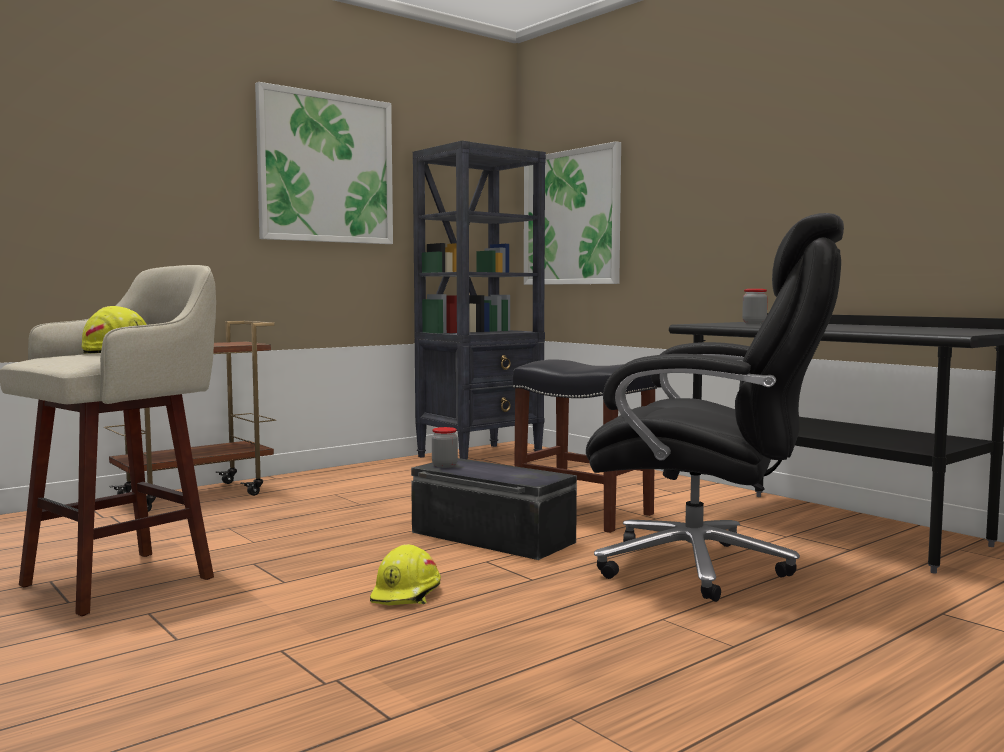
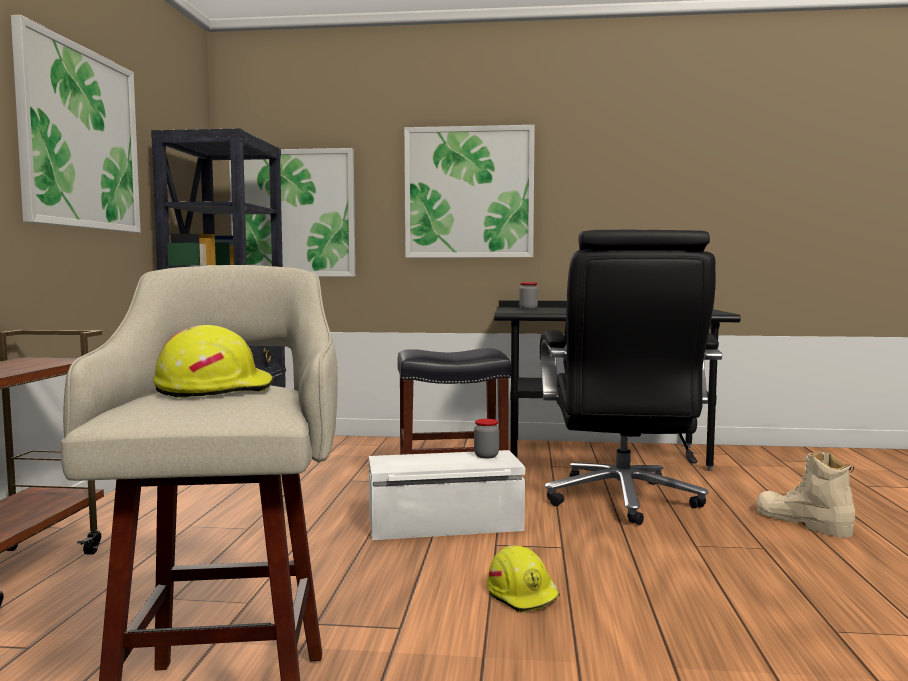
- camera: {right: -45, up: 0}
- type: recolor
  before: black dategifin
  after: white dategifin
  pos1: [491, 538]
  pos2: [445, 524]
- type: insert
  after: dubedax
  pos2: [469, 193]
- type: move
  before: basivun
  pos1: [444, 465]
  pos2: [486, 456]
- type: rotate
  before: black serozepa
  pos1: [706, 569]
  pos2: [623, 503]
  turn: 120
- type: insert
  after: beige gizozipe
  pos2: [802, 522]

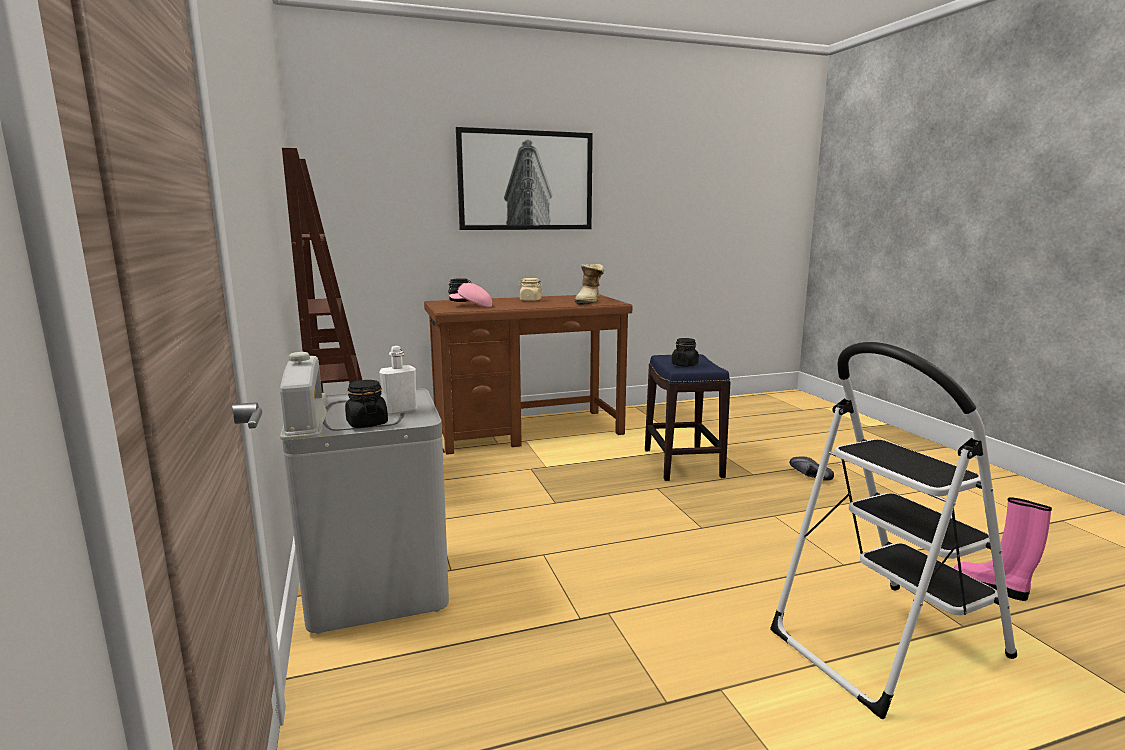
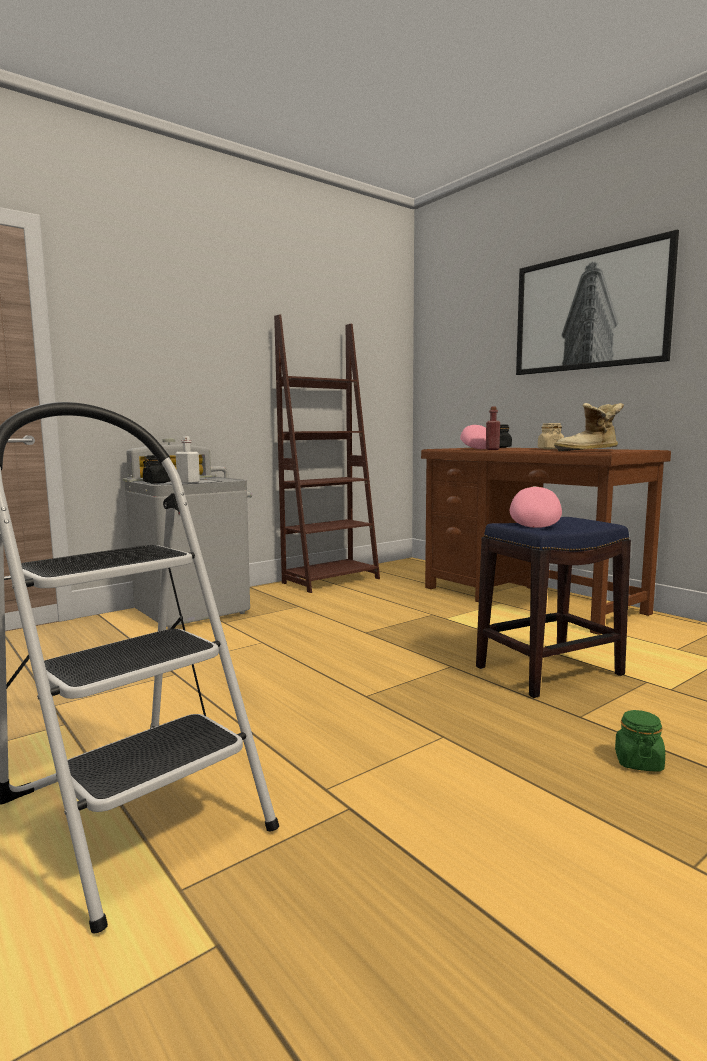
- camera: {right: 70, up: -5}
- type: insert
  after: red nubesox
  pos2: [492, 449]
- type: replace
  before: black basivun
  after: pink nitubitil
  pos1: [684, 365]
  pos2: [533, 523]
- type: replace
  before: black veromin
  after: green basivun
  pos1: [809, 477]
  pos2: [638, 762]
- type: delete
  before: pink gizozipe
  pos1: [992, 587]

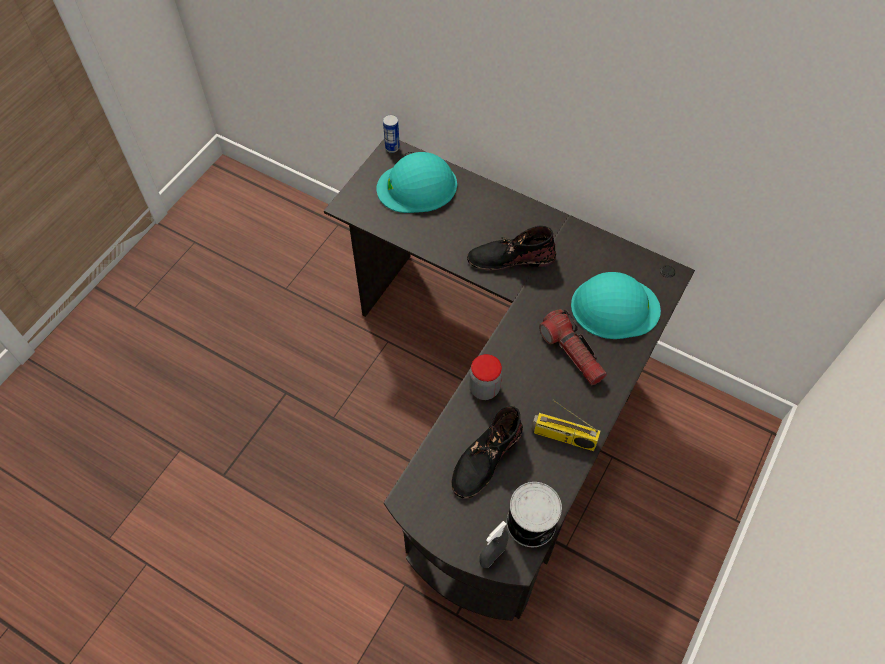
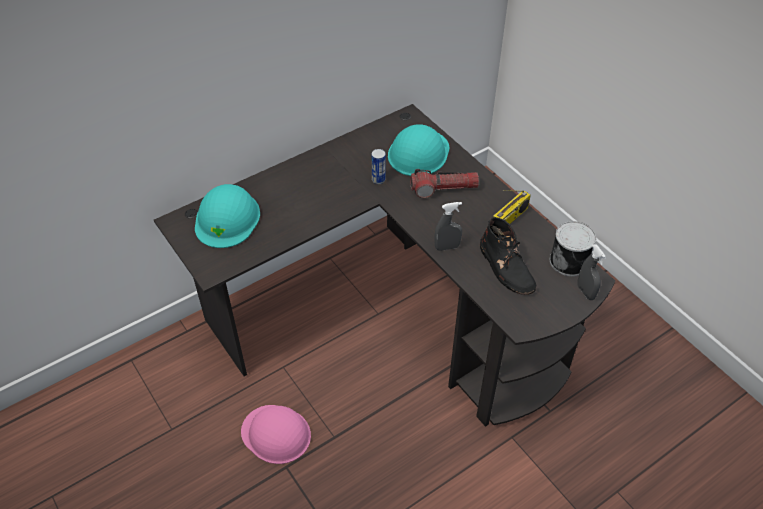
- camera: {right: -65, up: -10}
- type: insert
  after: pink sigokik
  pos2: [276, 434]
- type: move
  before: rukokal
  pos1: [392, 147]
  pos2: [378, 180]
- type: replace
  before: basivun
  after: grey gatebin
  pos1: [484, 388]
  pos2: [447, 247]
- type: delete
  before: black gizozipe
  pos1: [510, 258]

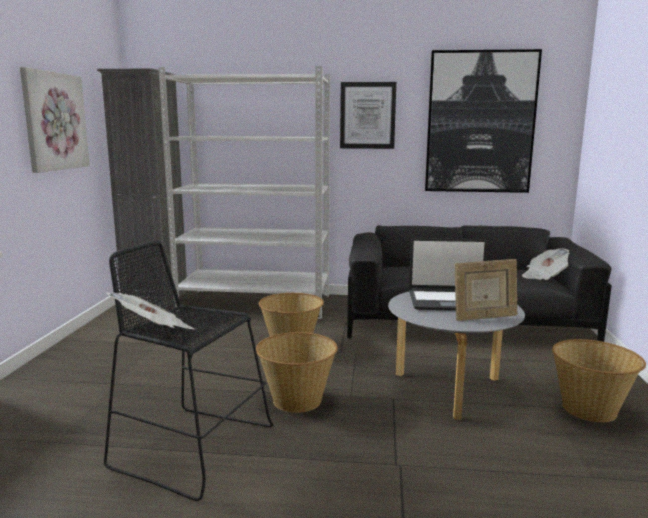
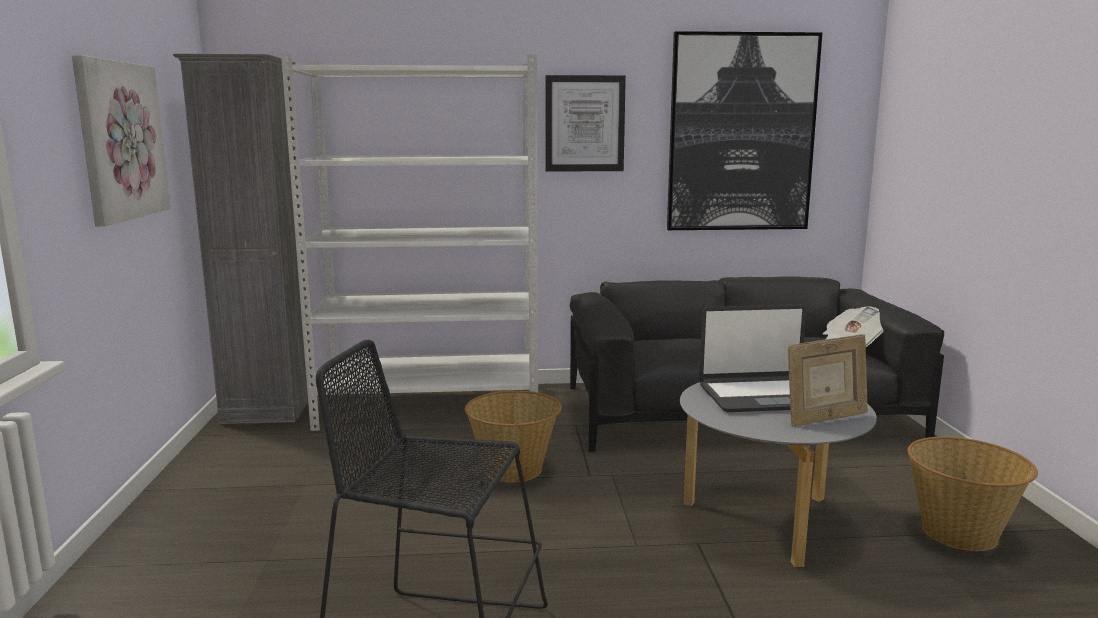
- camera: {right: -10, up: 0}
- type: delete
  before: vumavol
  pos1: [153, 331]
- type: delete
  before: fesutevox
  pos1: [297, 400]

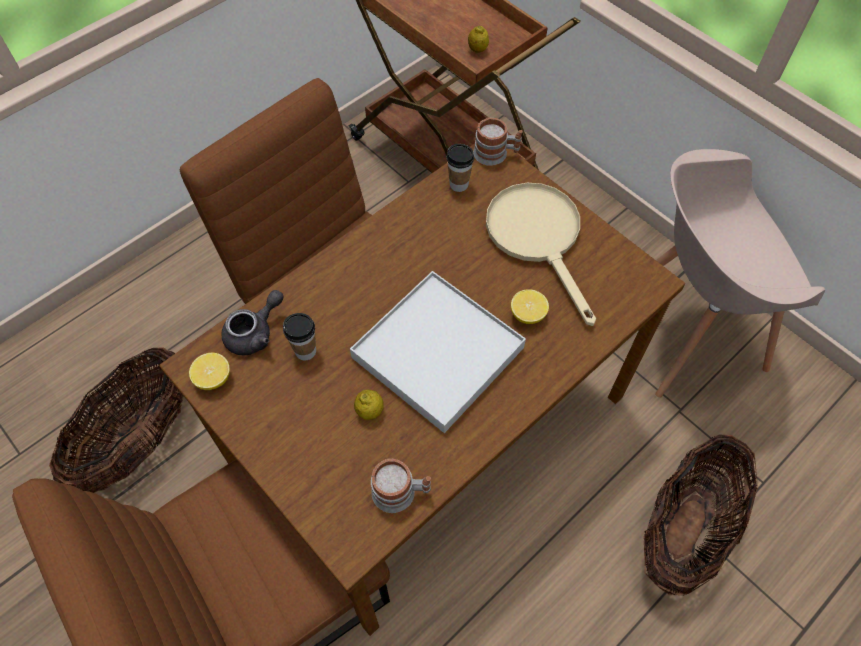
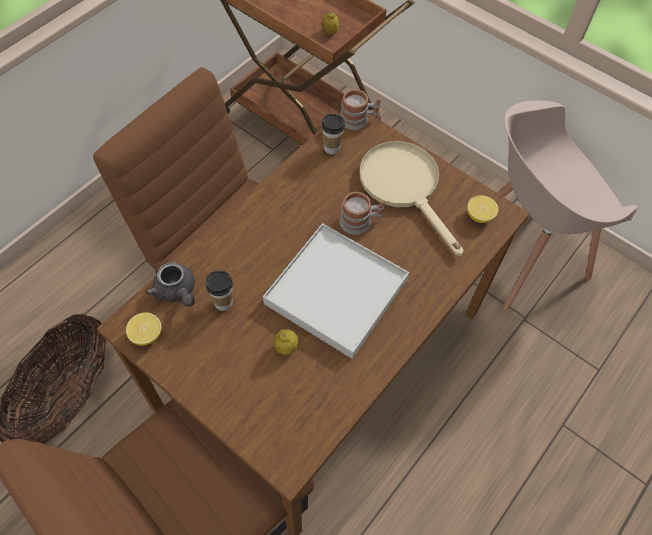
- camera: {right: -10, up: 0}
- type: rotate
  before: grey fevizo
  pos1: [255, 333]
  pos2: [177, 292]
  turn: 105
- type: move
  before: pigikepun
  pos1: [401, 492]
  pos2: [360, 221]
- type: move
  before: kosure
  pos1: [527, 314]
  pos2: [479, 216]
- type: delete
  before: fesutevox
  pos1: [684, 528]

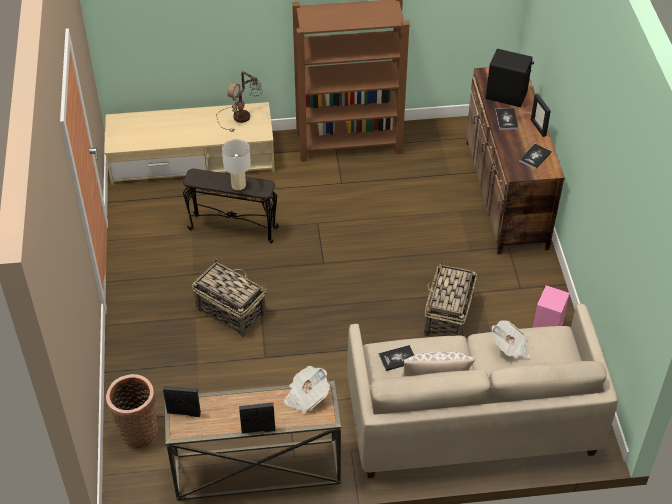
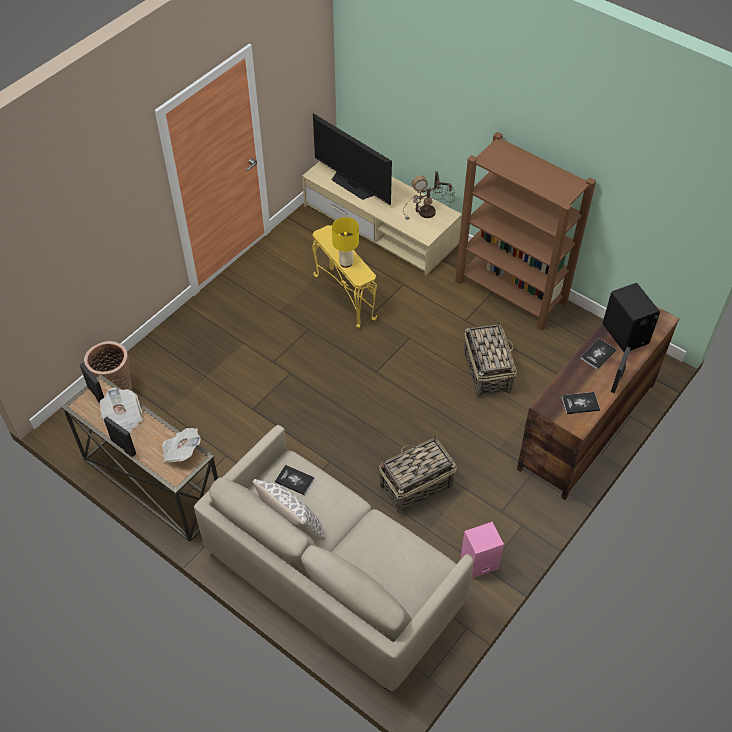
- camera: {right: 45, up: 5}
- type: move
  before: vumavol
  pos1: [510, 347]
  pos2: [123, 418]
- type: recolor
  before: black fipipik
  after: yellow fipipik
  pos1: [233, 229]
  pos2: [344, 298]
- type: insert
  after: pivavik
  pos2: [353, 185]
- type: recolor
  before: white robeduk
  after: yellow robeduk
  pos1: [238, 187]
  pos2: [345, 262]
- type: move
  before: fesutevox
  pos1: [230, 311]
  pos2: [486, 371]

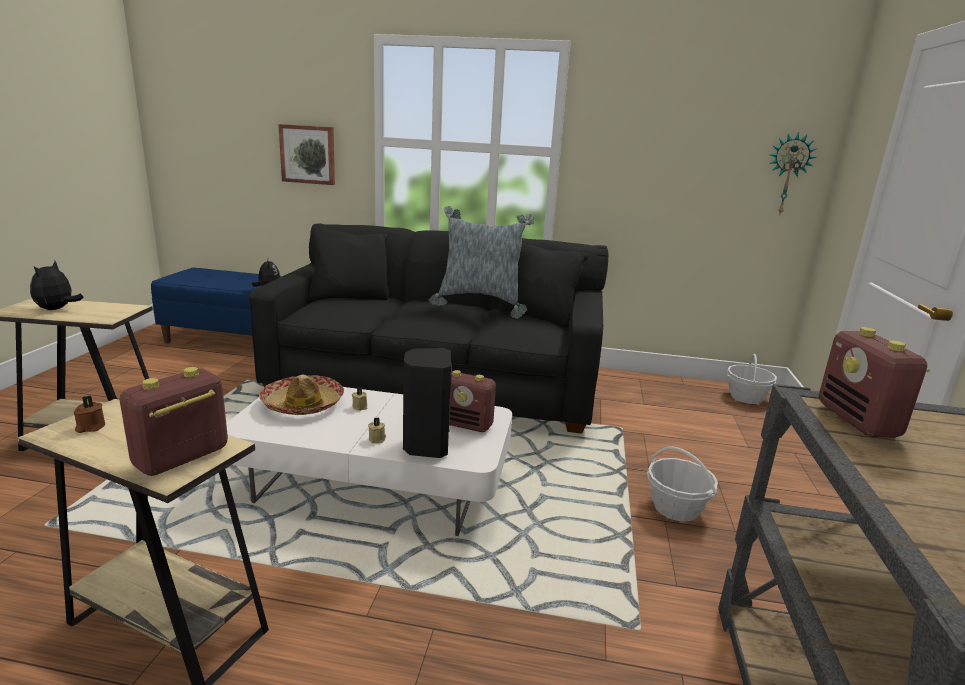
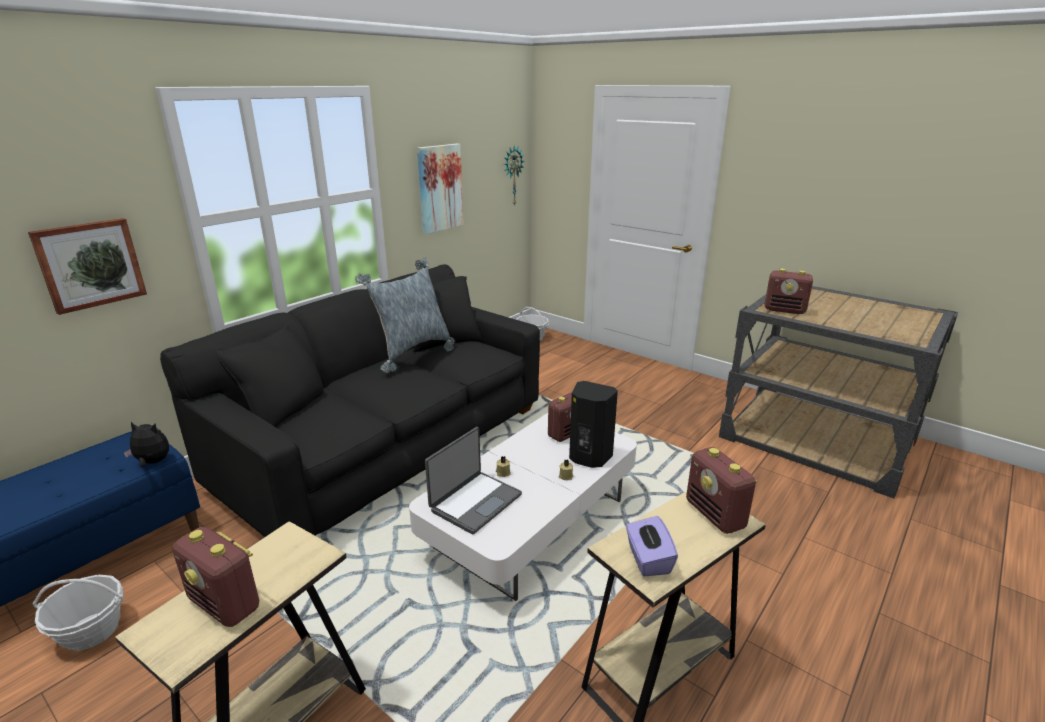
- camera: {right: -60, up: 5}
- type: move
  before: fesutevox
  pos1: [676, 508]
  pos2: [91, 631]
- type: replace
  before: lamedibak
  after: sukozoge
  pos1: [57, 309]
  pos2: [225, 604]
- type: insert
  after: dubedax
  pos2: [439, 188]
- type: replace
  before: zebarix
  after: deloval
  pos1: [303, 404]
  pos2: [475, 502]
- type: replace
  before: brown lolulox
  after: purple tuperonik
  pos1: [90, 427]
  pos2: [648, 559]

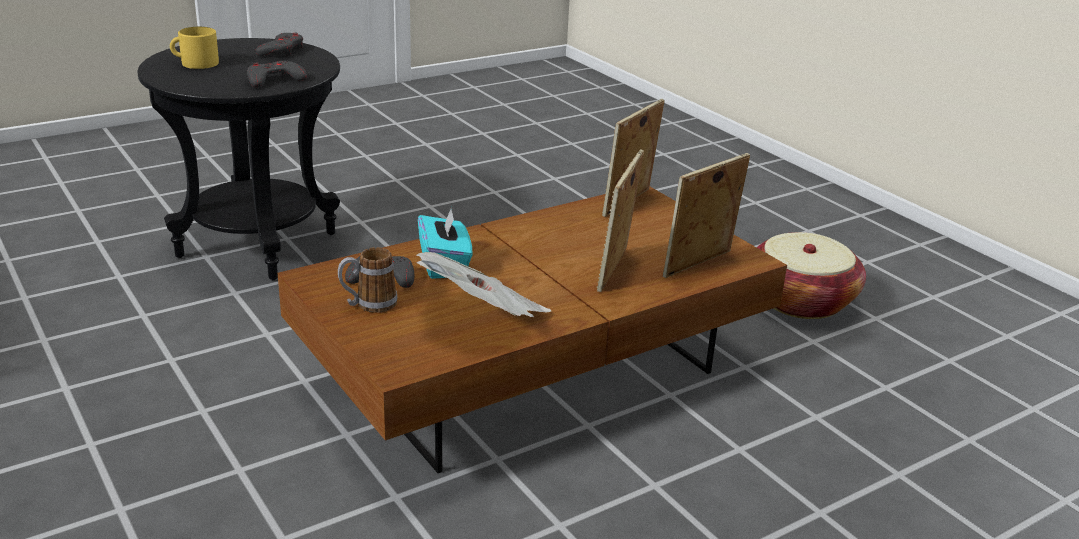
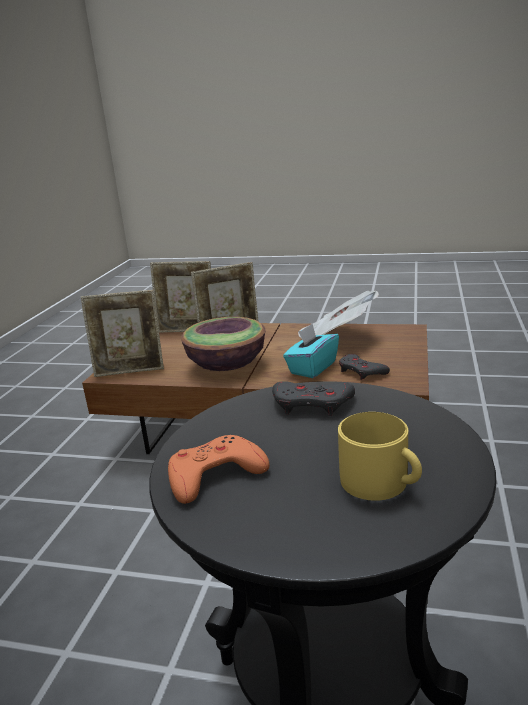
- camera: {right: -130, up: -5}
- type: recolor
  before: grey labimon
  after: orange labimon
  pos1: [282, 50]
  pos2: [215, 475]
- type: insert
  after: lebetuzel
  pos2: [227, 365]
- type: delete
  before: pigikepun
  pos1: [368, 305]
- type: delete
  before: fesutevox
  pos1: [800, 301]

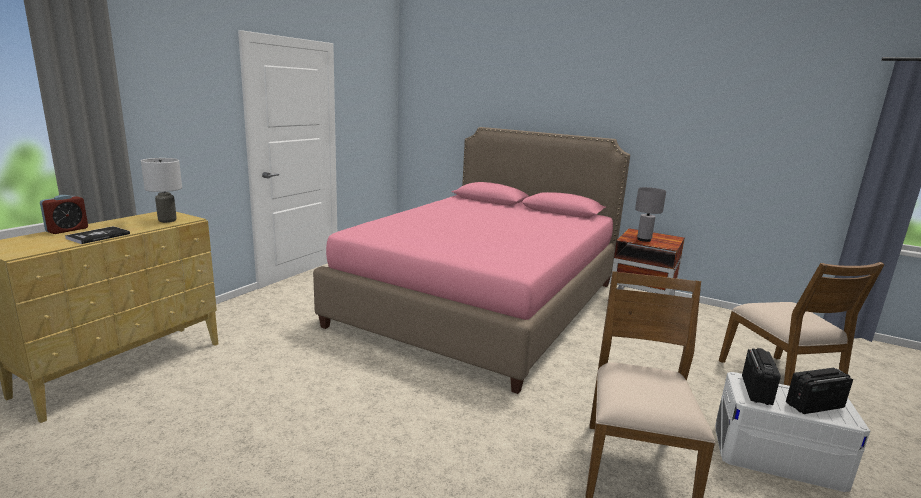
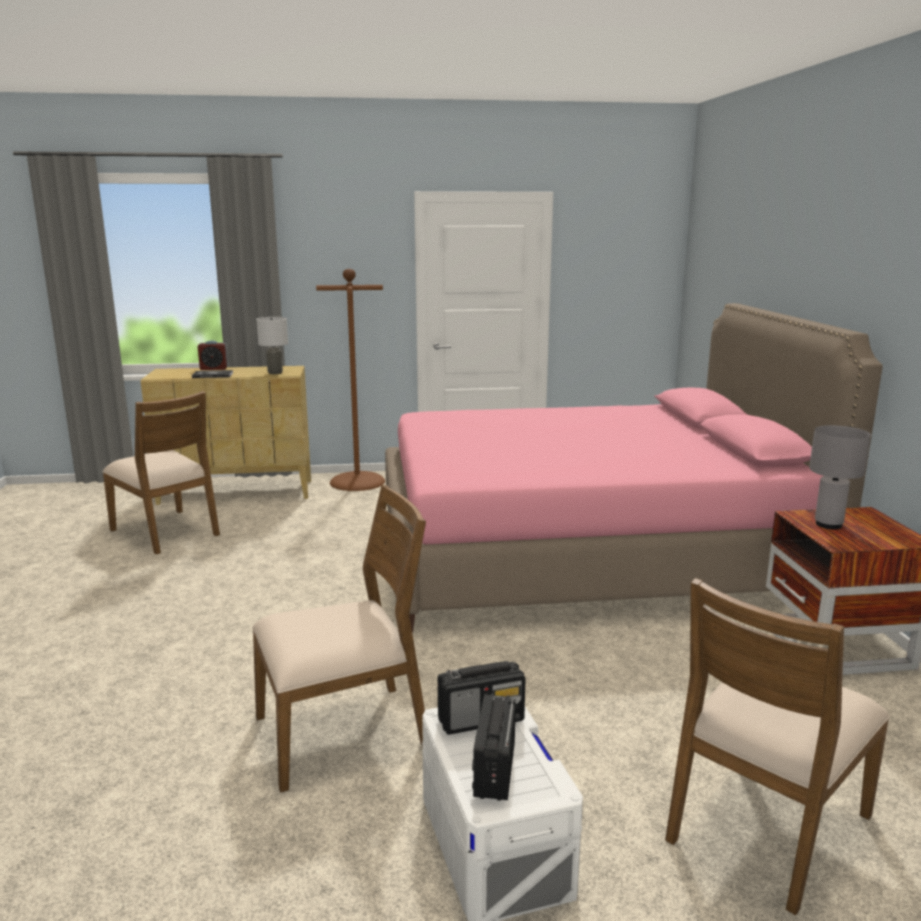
- camera: {right: 55, up: 0}
- type: insert
  after: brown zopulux
  pos2: [167, 532]
- type: insert
  after: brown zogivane
  pos2: [357, 482]
- type: rotate
  before: sukozoge
  pos1: [814, 405]
  pos2: [494, 770]
  turn: -120

